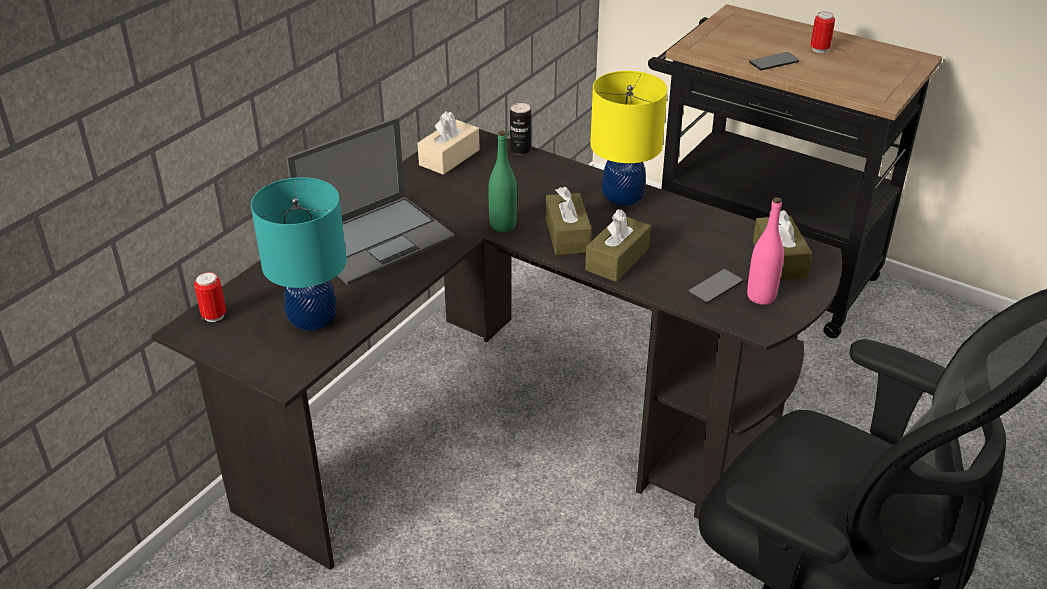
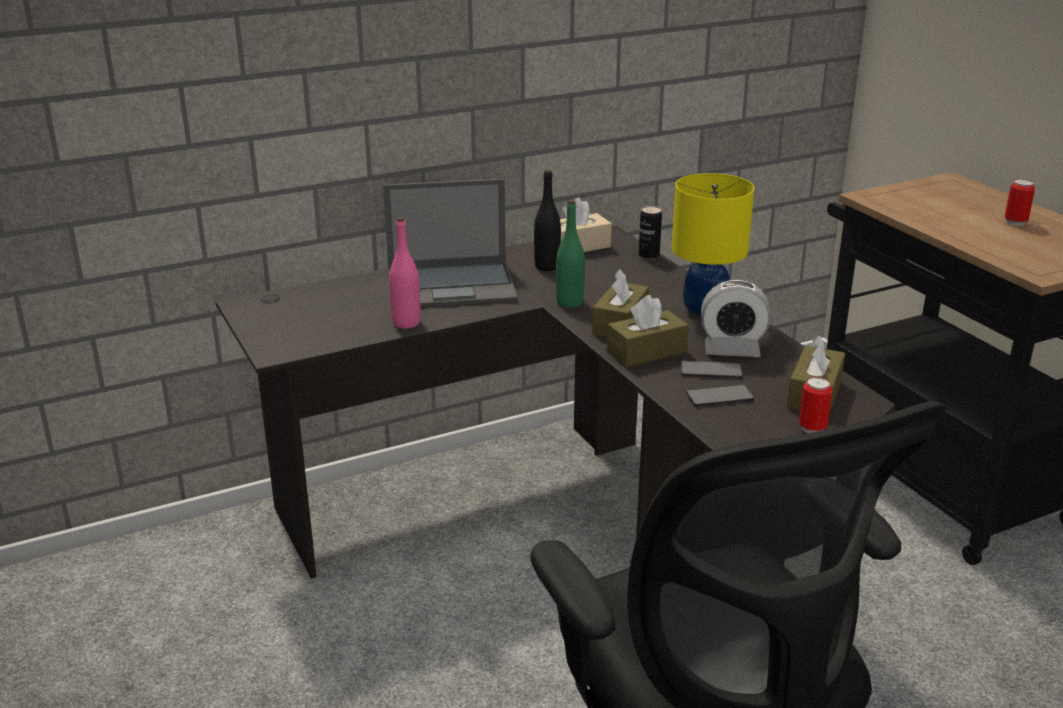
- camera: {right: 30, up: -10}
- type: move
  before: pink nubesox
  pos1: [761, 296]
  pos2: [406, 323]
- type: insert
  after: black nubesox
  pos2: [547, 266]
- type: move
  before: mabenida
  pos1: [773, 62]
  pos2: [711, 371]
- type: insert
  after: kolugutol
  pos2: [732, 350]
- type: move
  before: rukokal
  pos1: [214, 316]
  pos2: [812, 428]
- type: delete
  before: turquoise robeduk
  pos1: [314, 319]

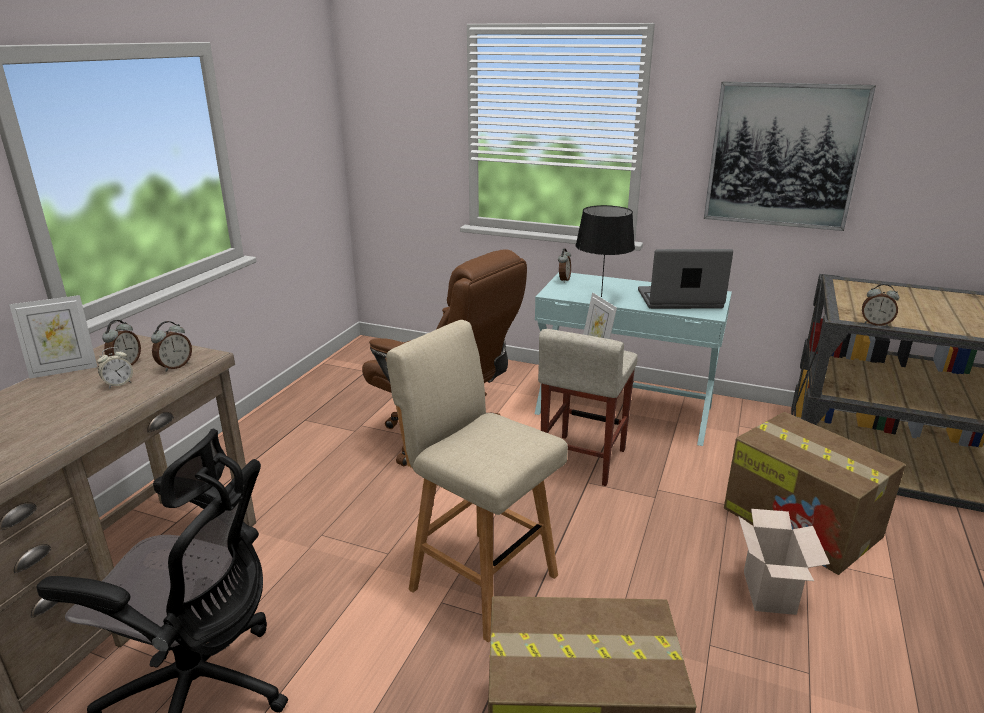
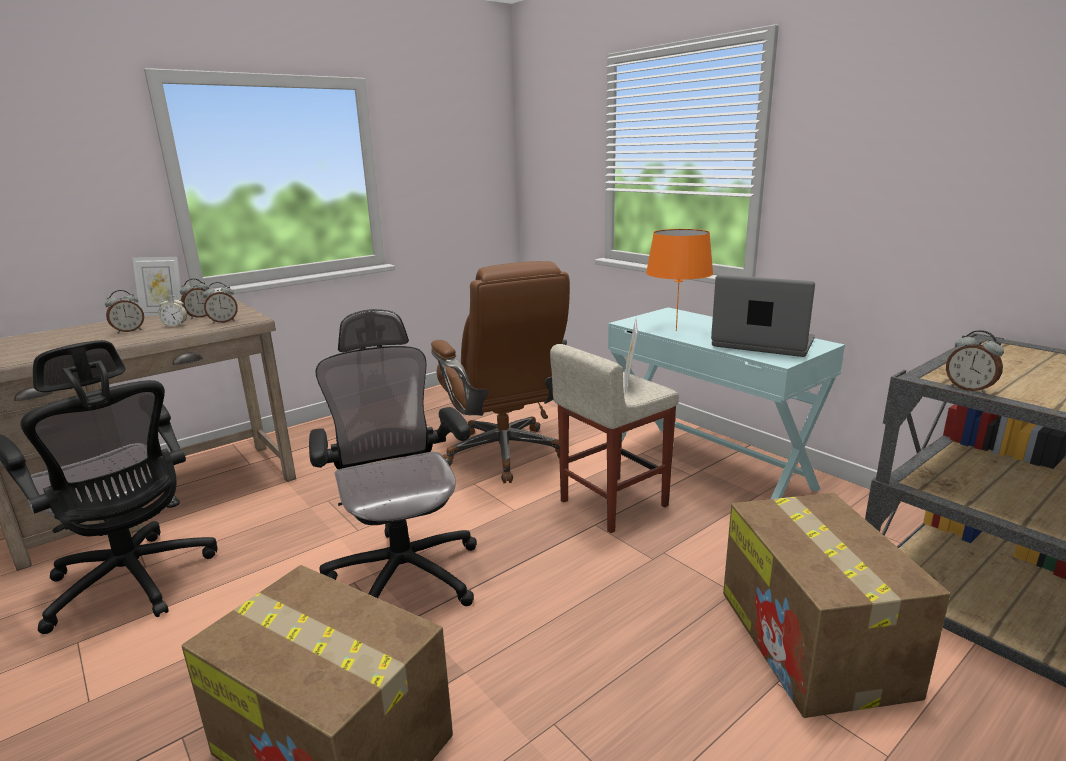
- camera: {right: 30, up: -5}
- type: move
  before: kolugutol
  pos1: [563, 280]
  pos2: [129, 331]
- type: replace
  before: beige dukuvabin
  after: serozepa
  pos1: [480, 580]
  pos2: [404, 575]
- type: recolor
  before: black robeduk
  after: orange robeduk
  pos1: [601, 296]
  pos2: [676, 330]
- type: delete
  before: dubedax
  pos1: [783, 156]
- type: delete
  before: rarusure
  pos1: [771, 594]

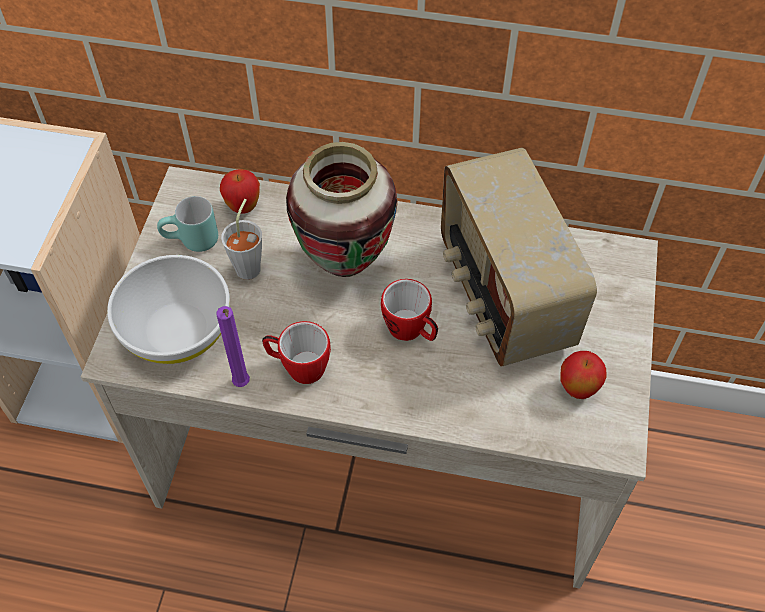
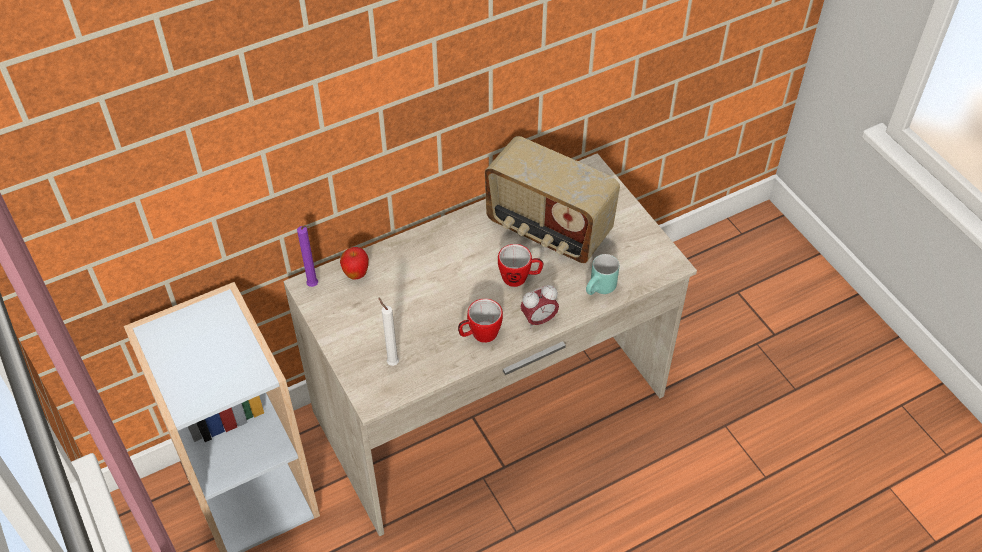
- camera: {right: -40, up: -5}
- type: move
  before: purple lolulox
  pos1: [242, 385]
  pos2: [314, 286]
- type: replace
  before: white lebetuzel
  after: white lolulox
  pos1: [177, 330]
  pos2: [391, 362]
- type: insert
  after: kolugutol
  pos2: [539, 320]
- type: move
  before: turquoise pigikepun
  pos1: [192, 242]
  pos2: [600, 290]
- type: delete
  before: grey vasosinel
  pos1: [250, 264]
- type: delete
  before: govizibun
  pos1: [345, 263]
- type: delete
  before: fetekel
  pos1: [577, 389]

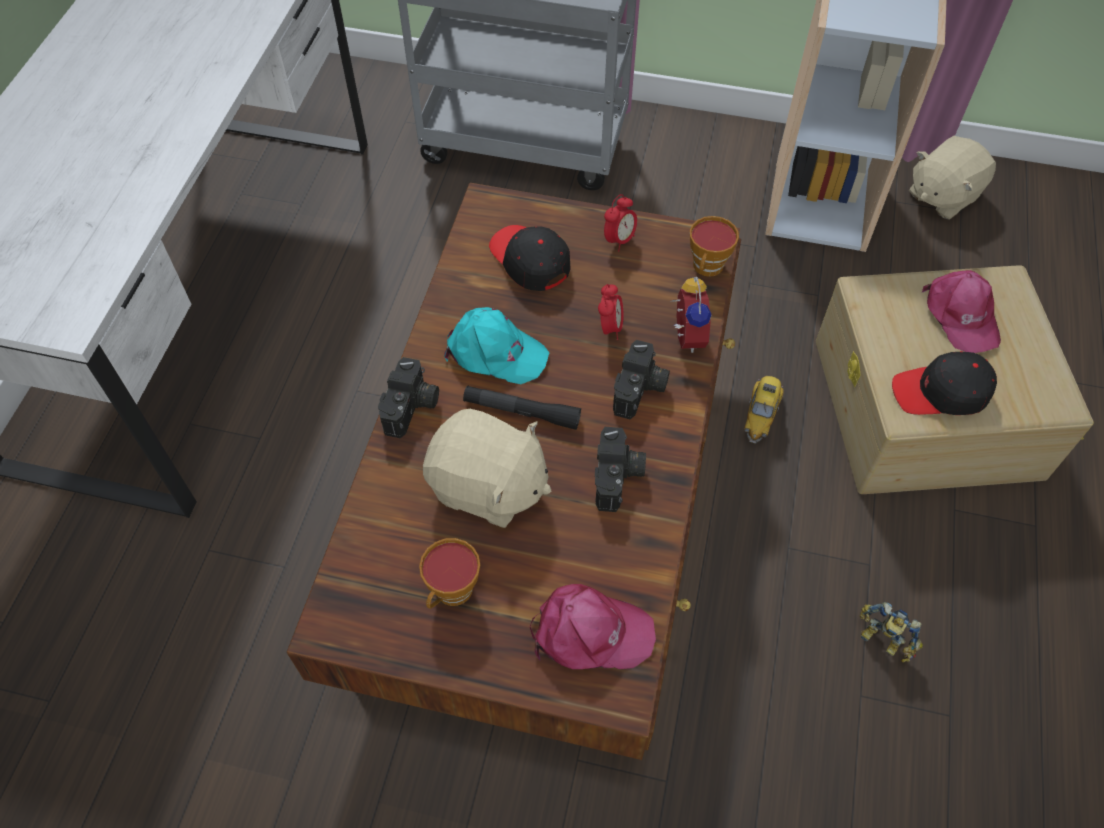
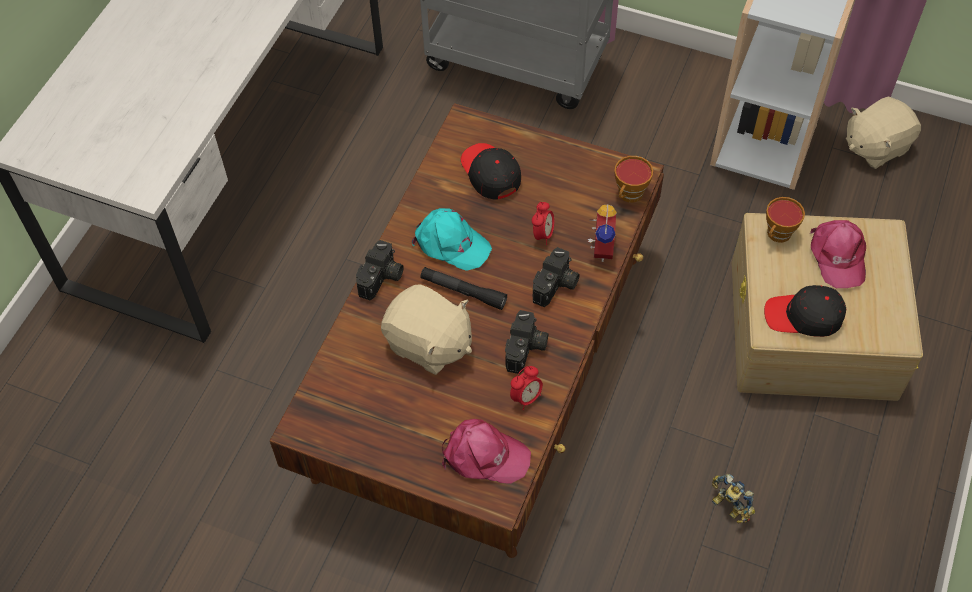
- camera: {right: 10, up: 0}
- type: move
  before: kolugutol
  pos1: [619, 240]
  pos2: [526, 397]
- type: move
  before: vasosinel
  pos1: [452, 593]
  pos2: [777, 235]
- type: delete
  before: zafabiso
  pos1: [760, 415]

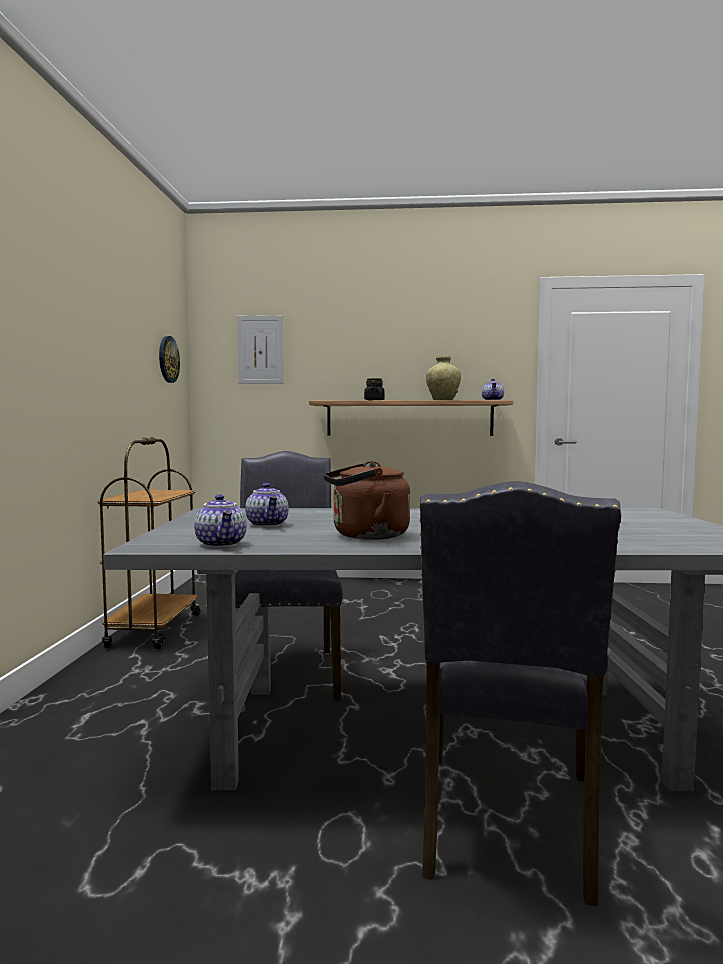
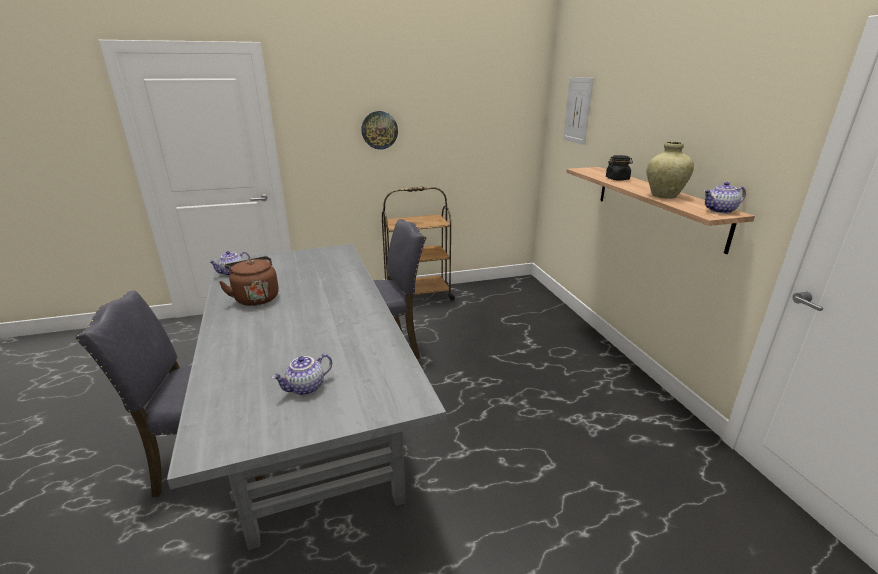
- camera: {right: 70, up: 20}
- type: move
  before: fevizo
  pos1: [268, 524]
  pos2: [306, 388]
- type: move
  before: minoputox
  pos1: [168, 359]
  pos2: [379, 130]

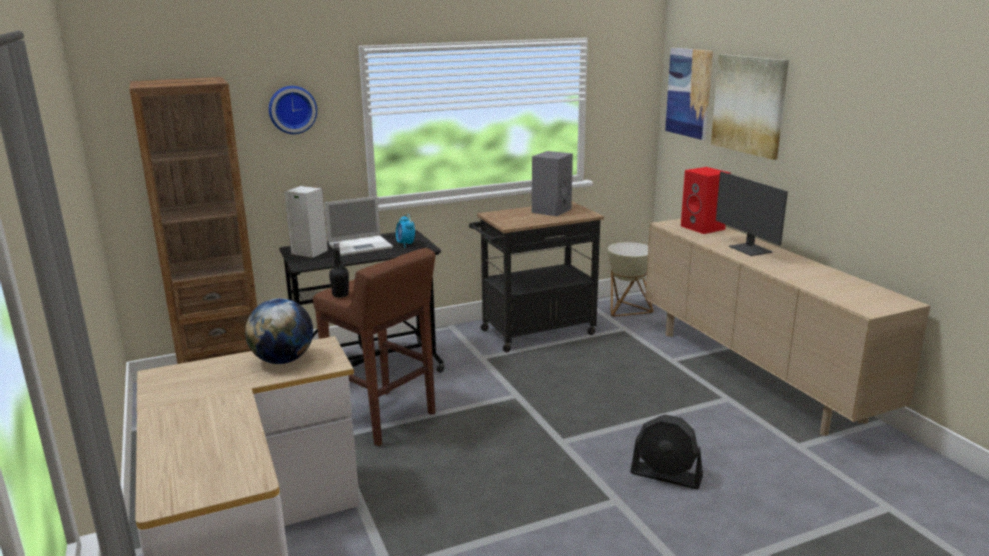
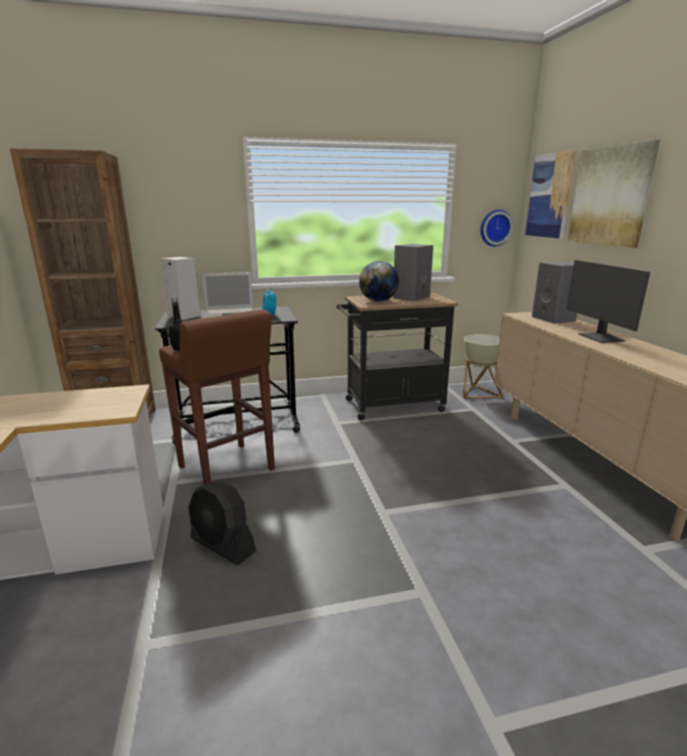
- camera: {right: 10, up: 0}
- type: move
  before: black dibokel
  pos1: [666, 475]
  pos2: [222, 545]
- type: move
  before: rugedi
  pos1: [283, 360]
  pos2: [378, 301]
- type: move
  before: minoputox
  pos1: [292, 109]
  pos2: [494, 228]
- type: recolor
  before: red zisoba
  after: grey zisoba
  pos1: [704, 228]
  pos2: [554, 319]

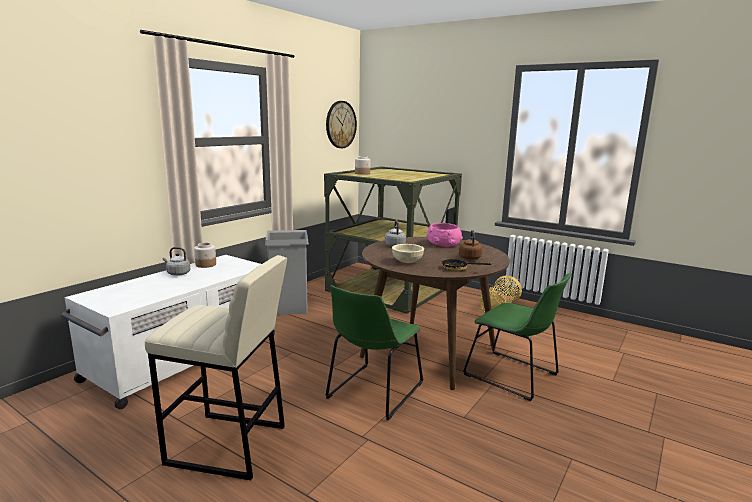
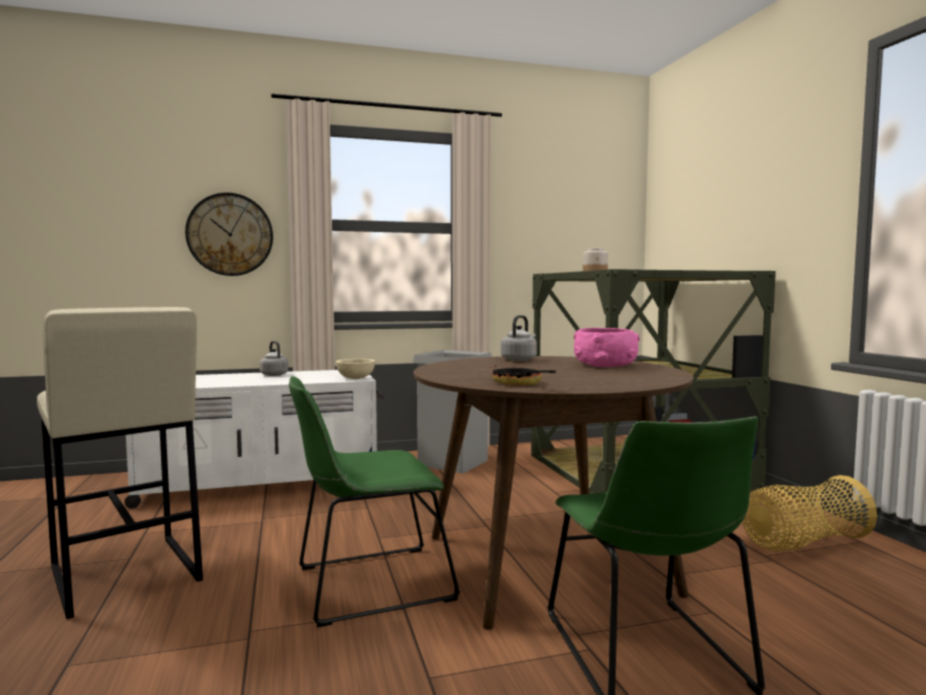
- camera: {right: 40, up: -10}
- type: move
  before: minoputox
  pos1: [340, 124]
  pos2: [230, 234]
- type: move
  before: beige lebetuzel
  pos1: [407, 262]
  pos2: [355, 378]
- type: delete
  before: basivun
  pos1: [206, 265]
- type: delete
  before: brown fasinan
  pos1: [469, 257]

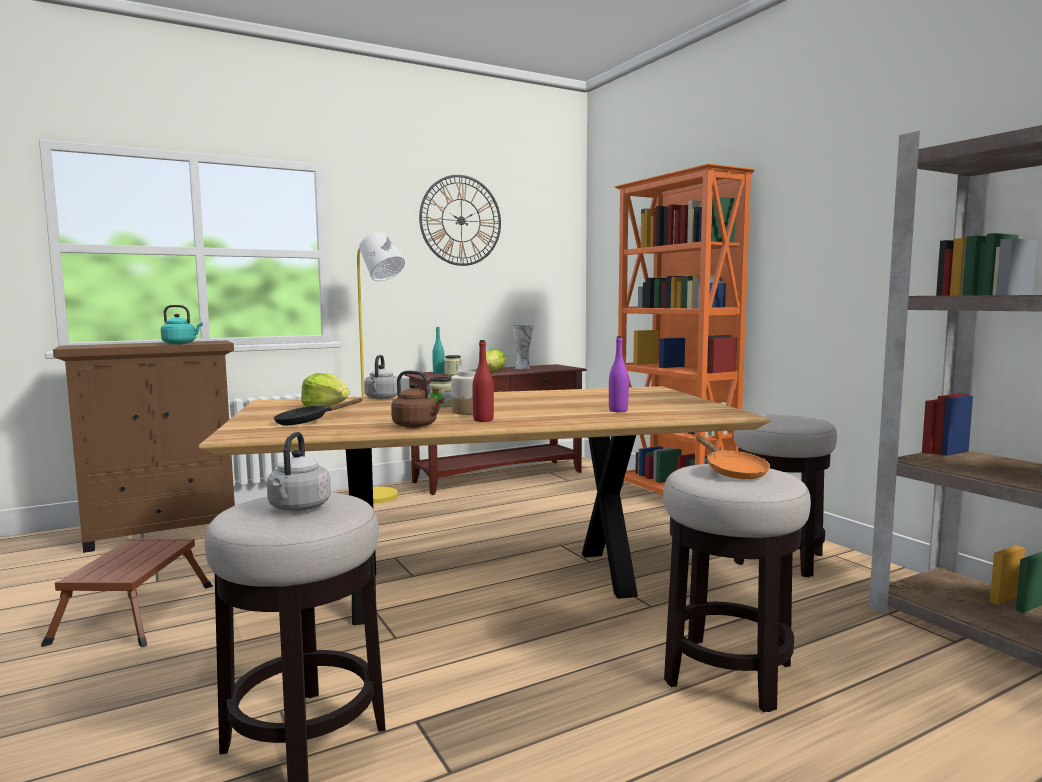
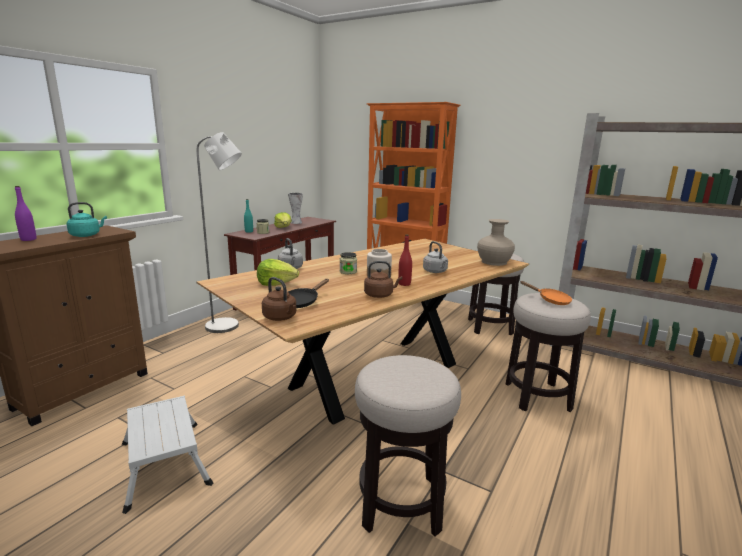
- camera: {right: -30, up: 10}
- type: move
  before: purple nubesox
  pos1: [618, 411]
  pos2: [28, 239]
- type: recolor
  before: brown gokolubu
  after: white gokolubu
  pos1: [135, 612]
  pos2: [165, 462]
- type: recolor
  before: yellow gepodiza
  after: grey gepodiza
  pos1: [381, 498]
  pos2: [228, 326]
- type: insert
  after: brown fasinan
  pos2: [281, 318]
- type: move
  before: grey fasinan
  pos1: [298, 508]
  pos2: [435, 271]
- type: insert
  after: beige govizibun
  pos2: [494, 262]
- type: delete
  before: minoputox
  pos1: [461, 220]

